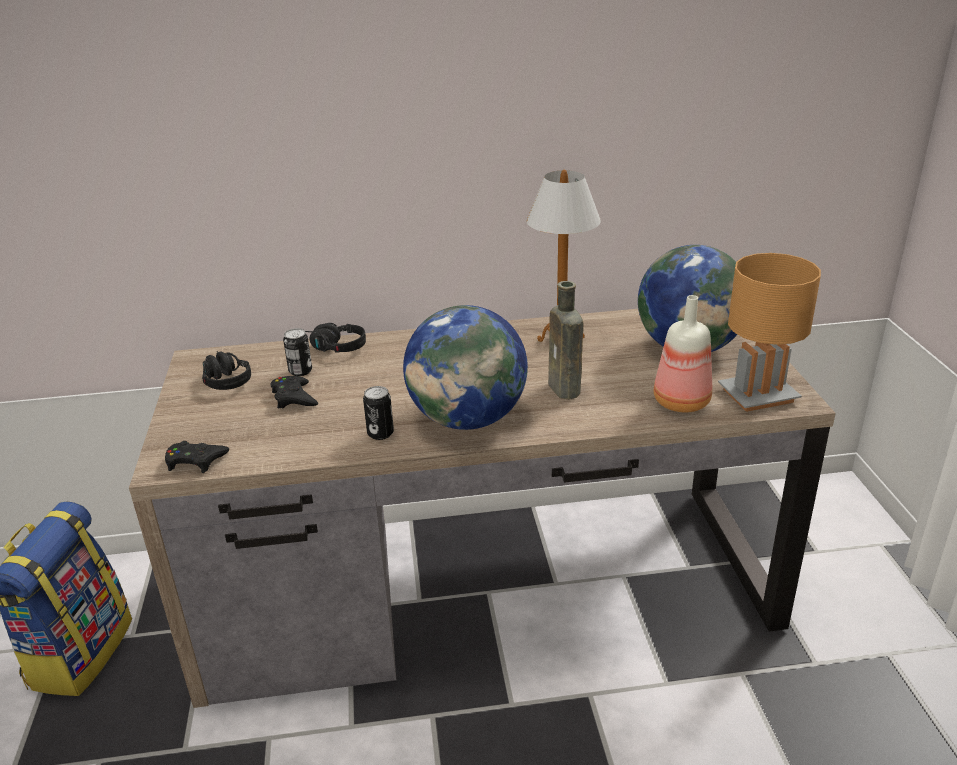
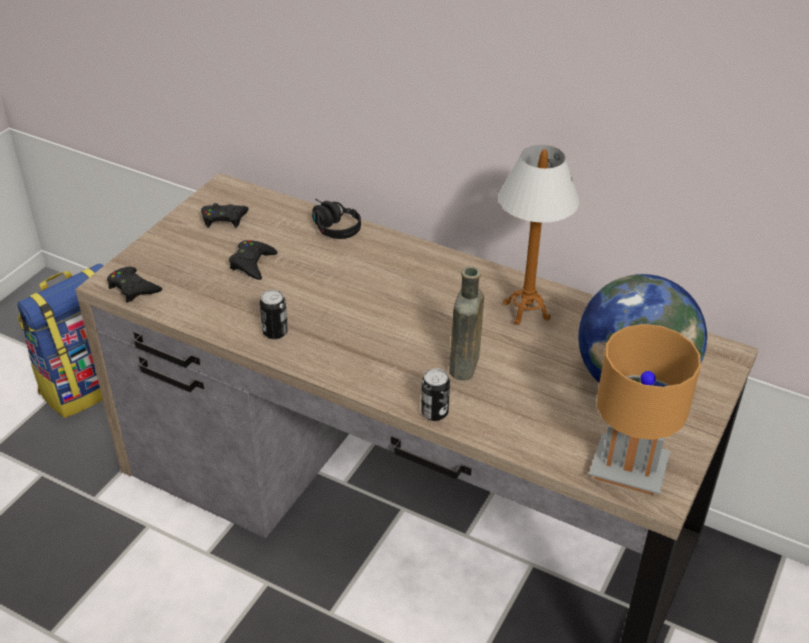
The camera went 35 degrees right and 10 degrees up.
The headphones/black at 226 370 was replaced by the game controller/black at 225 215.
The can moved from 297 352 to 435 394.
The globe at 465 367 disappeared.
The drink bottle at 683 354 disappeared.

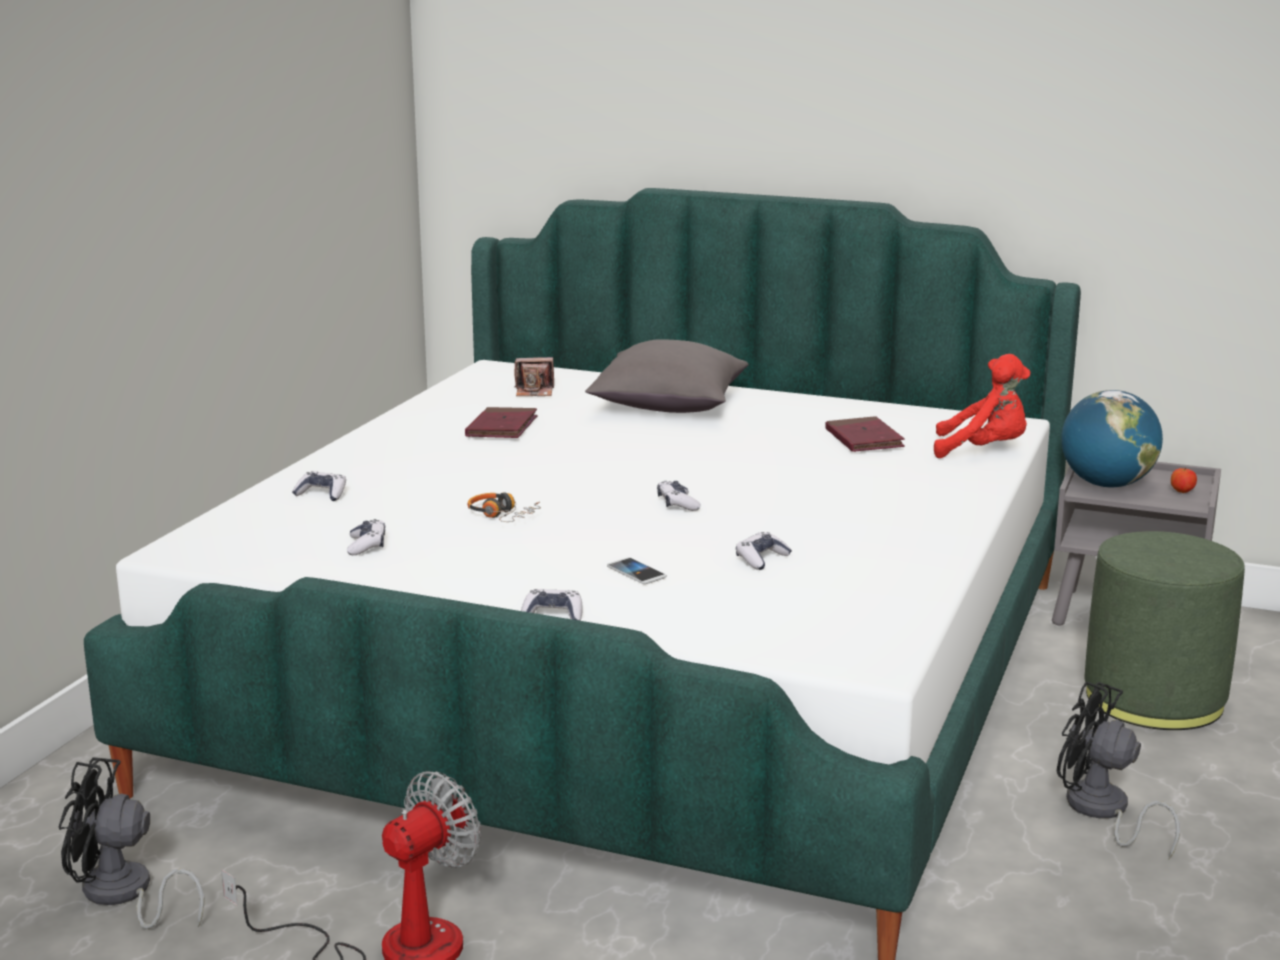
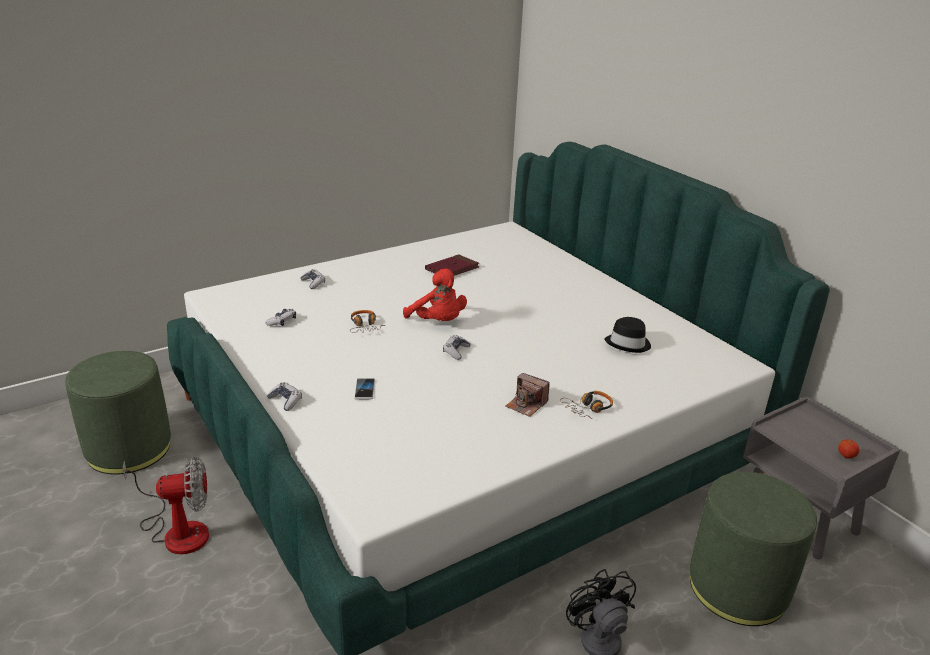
The camera went 35 degrees right and 10 degrees up.
The cooling fan/black at 132 843 was replaced by the pouffe/green at 118 413.
The photo camera moved from 534 376 to 527 395.
The throw pillow/greyish at 666 376 disappeared.
The game controller at 764 551 disappeared.
The book/red-coloured at 865 434 was replaced by the clothing hat/black at 627 335.
The soft toy/red-coloured moved from 982 406 to 435 295.
The globe at 1112 438 disappeared.
The headphones at 586 405 appeared.

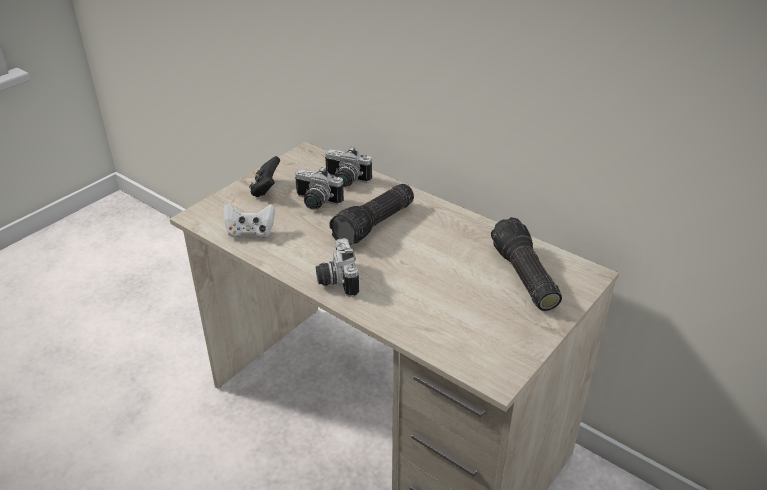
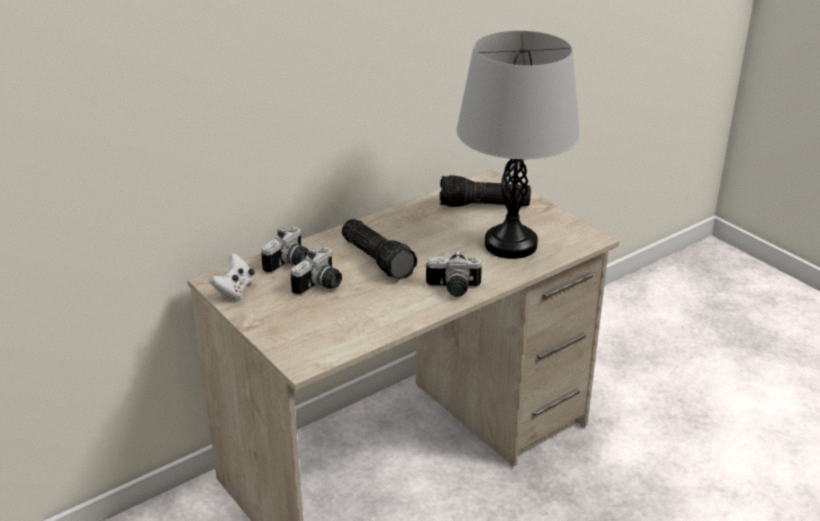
The camera went 75 degrees left and 5 degrees down.
The game controller/whitish moved from 249 220 to 232 276.
The game controller/black at 264 176 disappeared.
The tabletop lamp/greyish at 518 144 appeared.

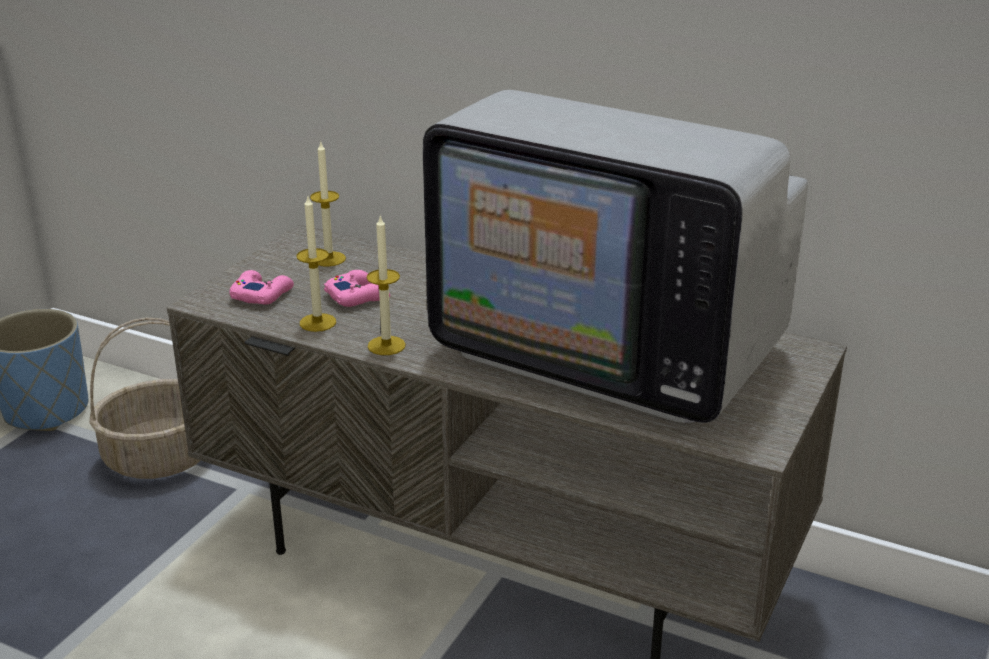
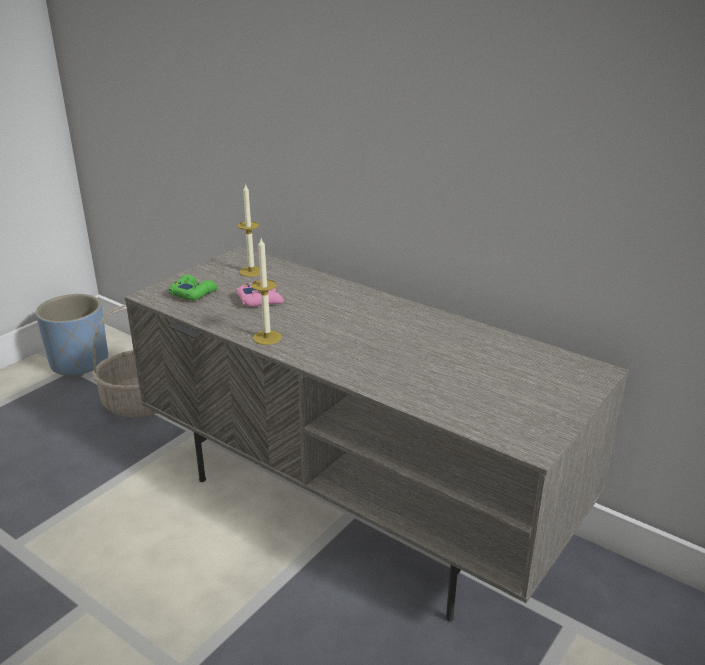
The camera went 10 degrees right and 0 degrees up.
The game controller/pink-coloured at 261 287 became the game controller/green at 193 287.
The wax light at 316 264 disappeared.
The TV set at 615 256 disappeared.

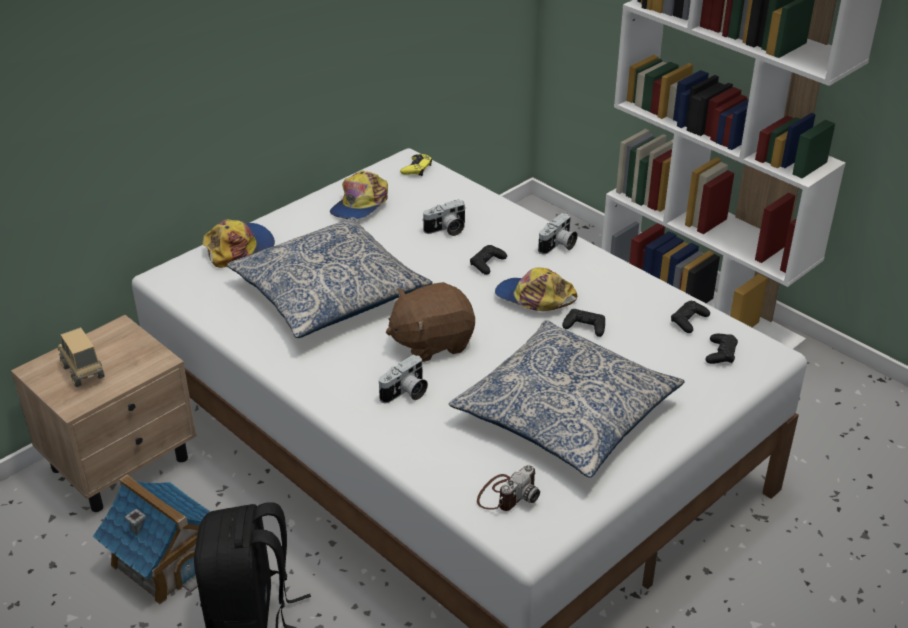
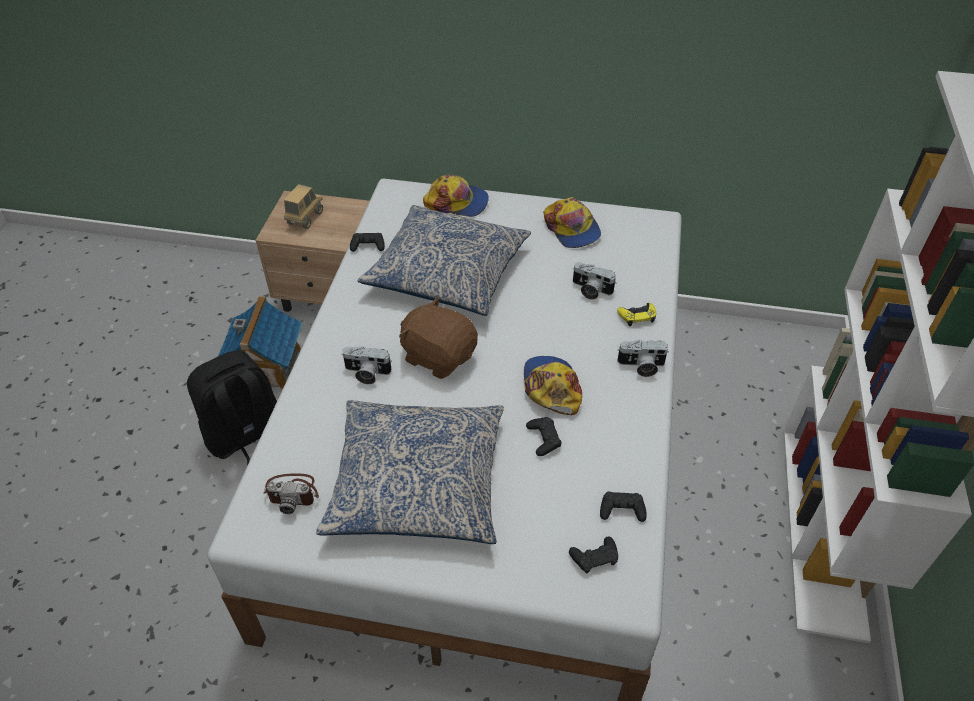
The camera went 55 degrees right and 10 degrees up.
The baseball cap at 359 195 turned 105 degrees counterclockwise.
The game controller/yellow-coloured moved from 416 165 to 636 314.
The game controller/black moved from 488 260 to 367 242.

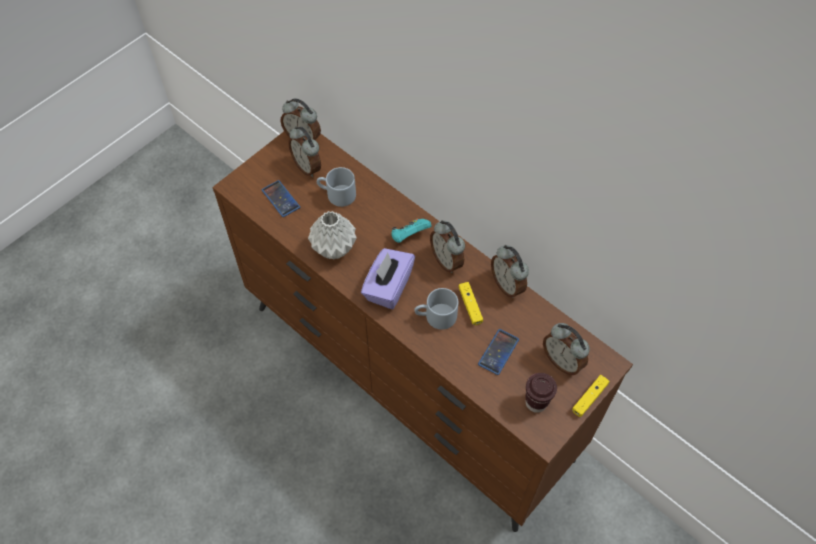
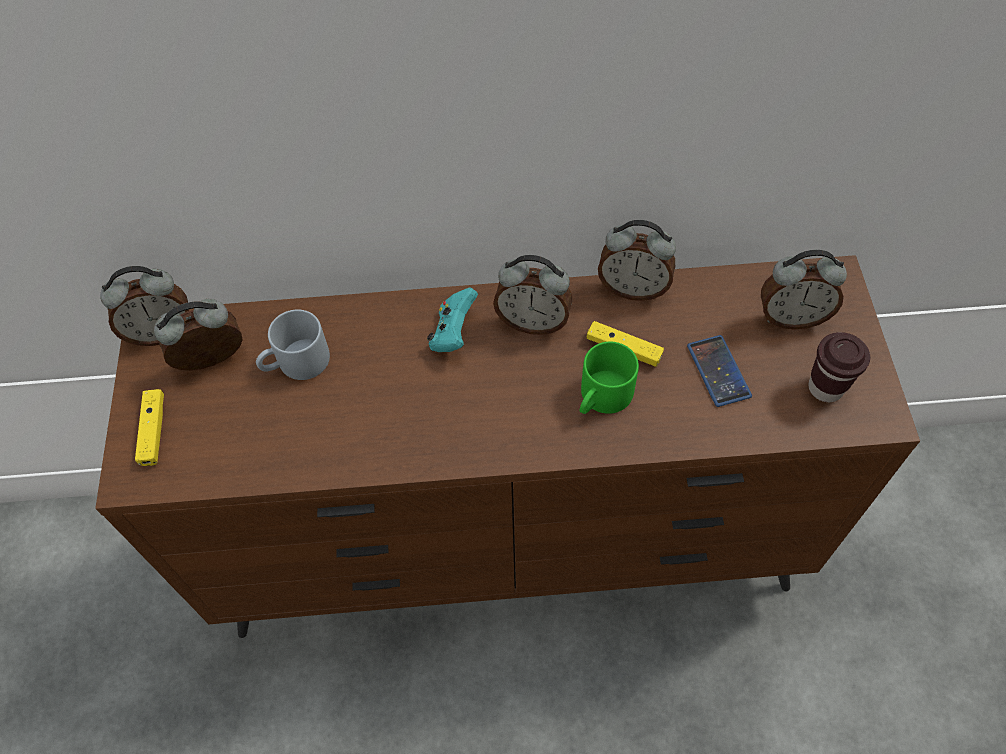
The camera went 45 degrees left and 0 degrees up.
The handset at 281 198 disappeared.
The table clock at 304 151 turned 150 degrees clockwise.
The flower vase/greyish at 332 235 disappeared.
The tissue box/purplish at 388 278 disappeared.
The tea mug/greyish at 436 309 became the tea mug/green at 609 378.
The game controller/yellow-coloured moved from 591 396 to 149 427.

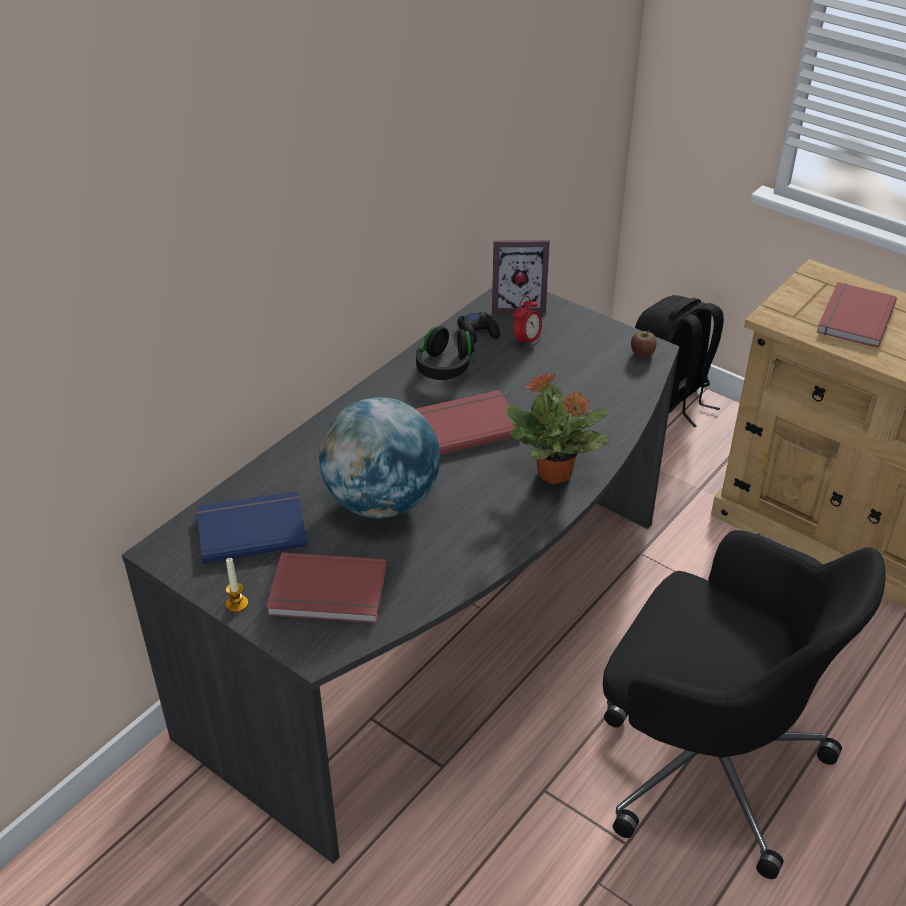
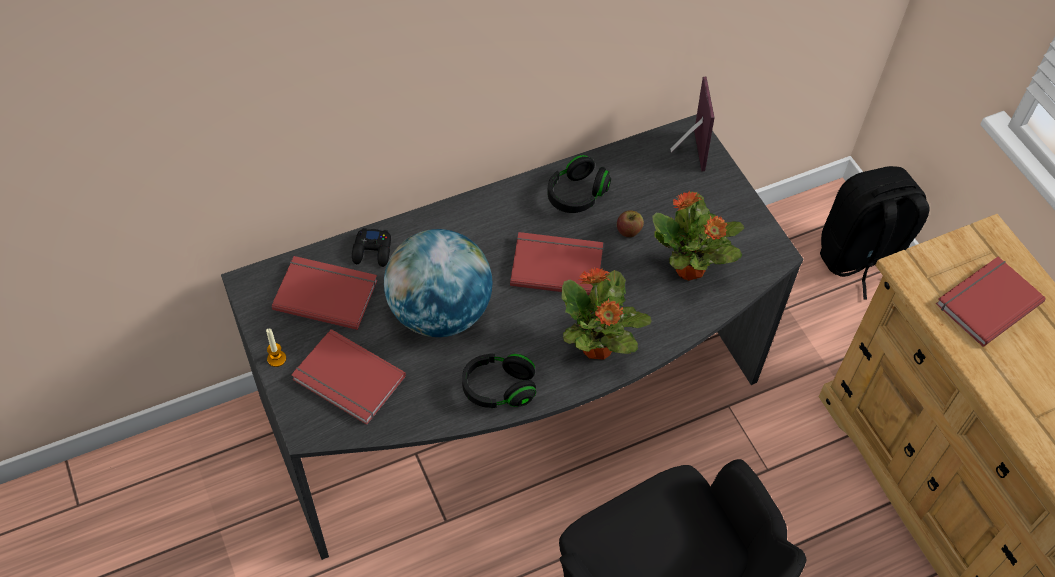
The camera went 25 degrees right and 15 degrees up.
The book/blue-coloured at 252 527 became the book/red-coloured at 325 293.
The game controller/black moved from 478 327 to 371 247.
The standing frame at 521 277 turned 120 degrees counterclockwise.
The table clock at 527 322 disappeared.
The apple moved from 644 344 to 630 223.
The headphones/black at 499 380 appeared.
The plant in a pot at 699 236 appeared.

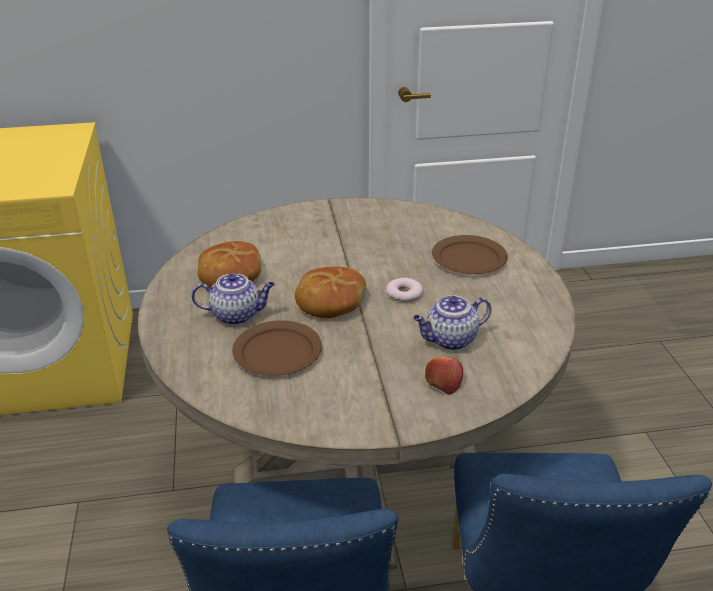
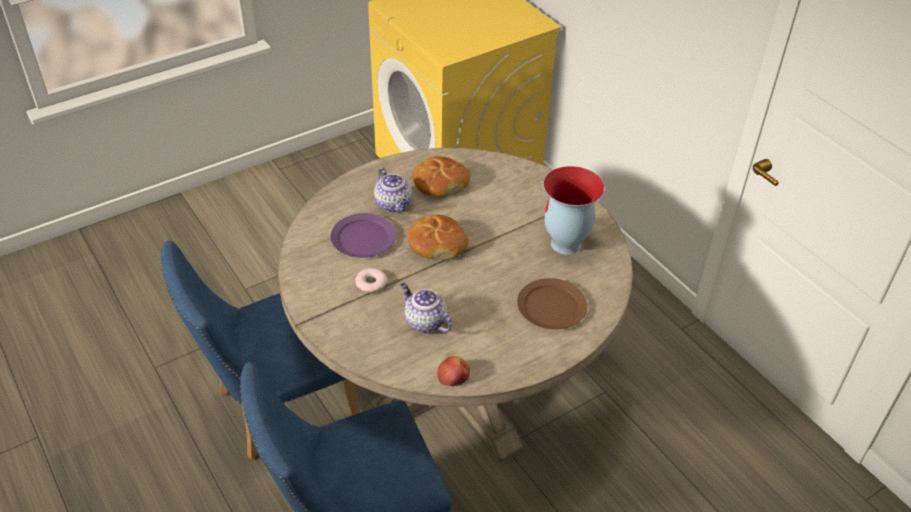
The camera went 65 degrees right and 10 degrees up.
The flat dish/brown-coloured at 277 348 became the flat dish/purplish at 363 235.
The doughnut moved from 404 290 to 371 280.
The apple moved from 444 375 to 453 371.
The flower vase at 574 210 appeared.

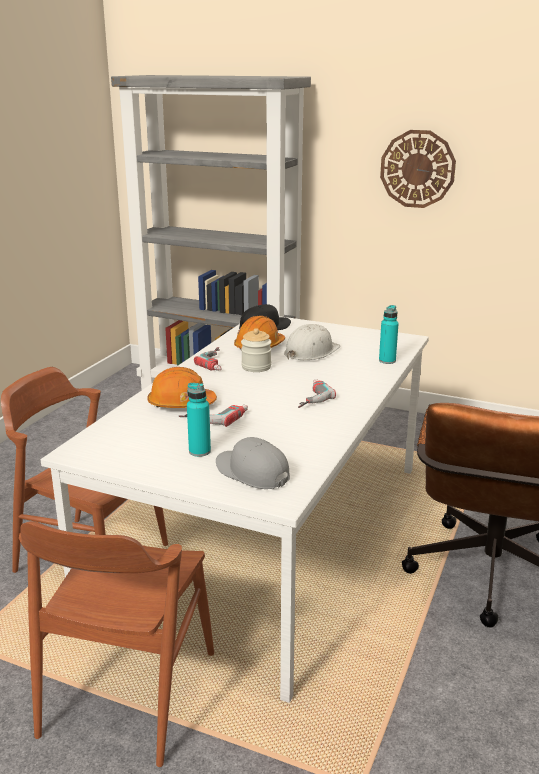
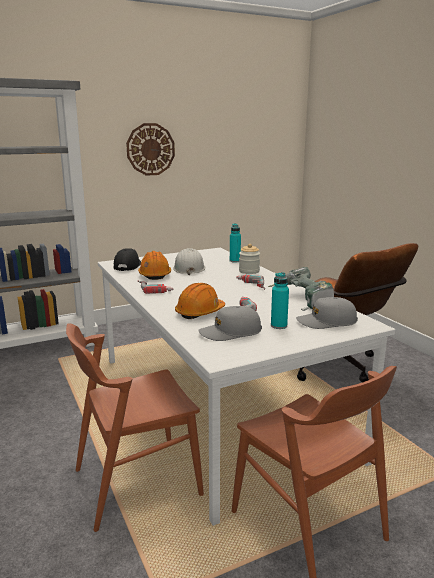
The camera went 50 degrees left and 5 degrees down.
The preserve jar moved from 256 350 to 249 259.
The baseball cap/greyish at 230 323 appeared.
The electric drill at 301 289 appeared.

